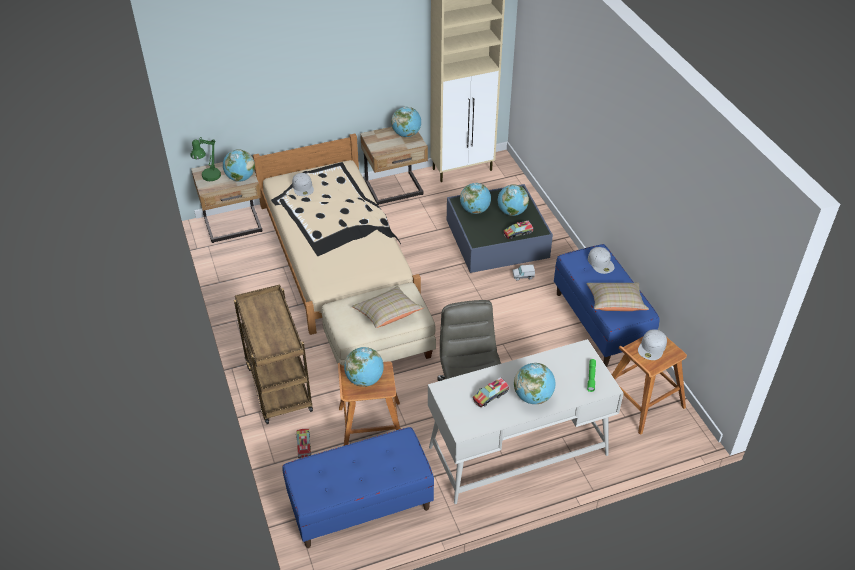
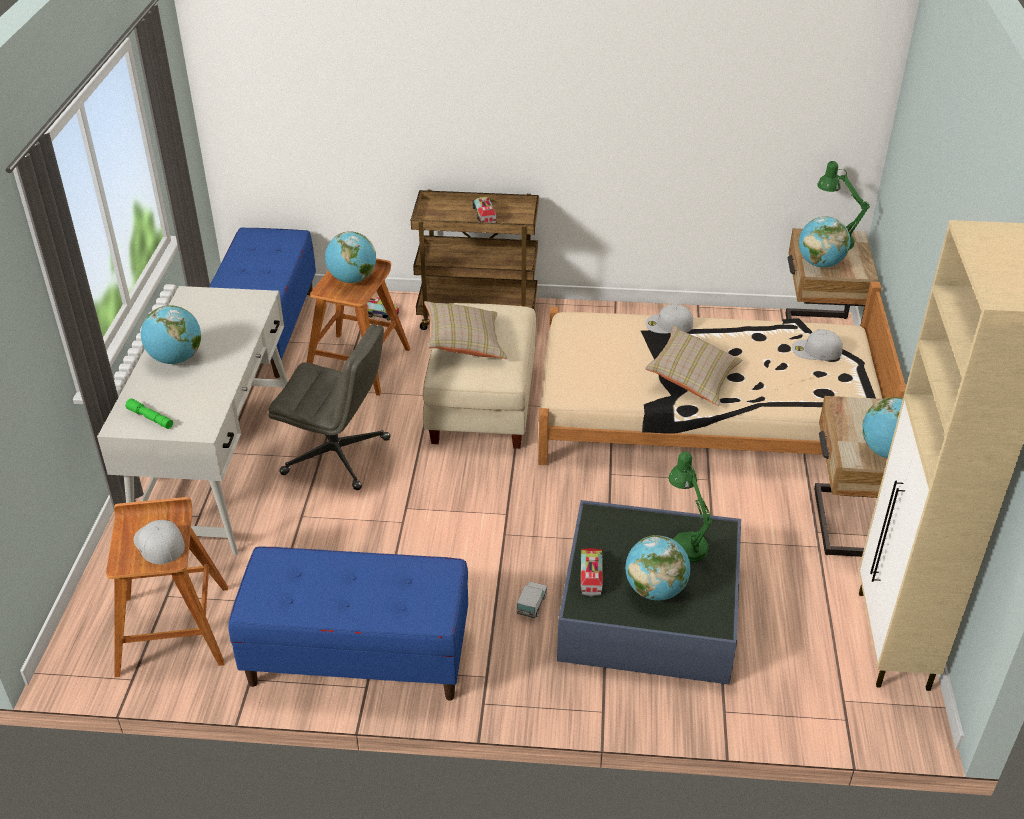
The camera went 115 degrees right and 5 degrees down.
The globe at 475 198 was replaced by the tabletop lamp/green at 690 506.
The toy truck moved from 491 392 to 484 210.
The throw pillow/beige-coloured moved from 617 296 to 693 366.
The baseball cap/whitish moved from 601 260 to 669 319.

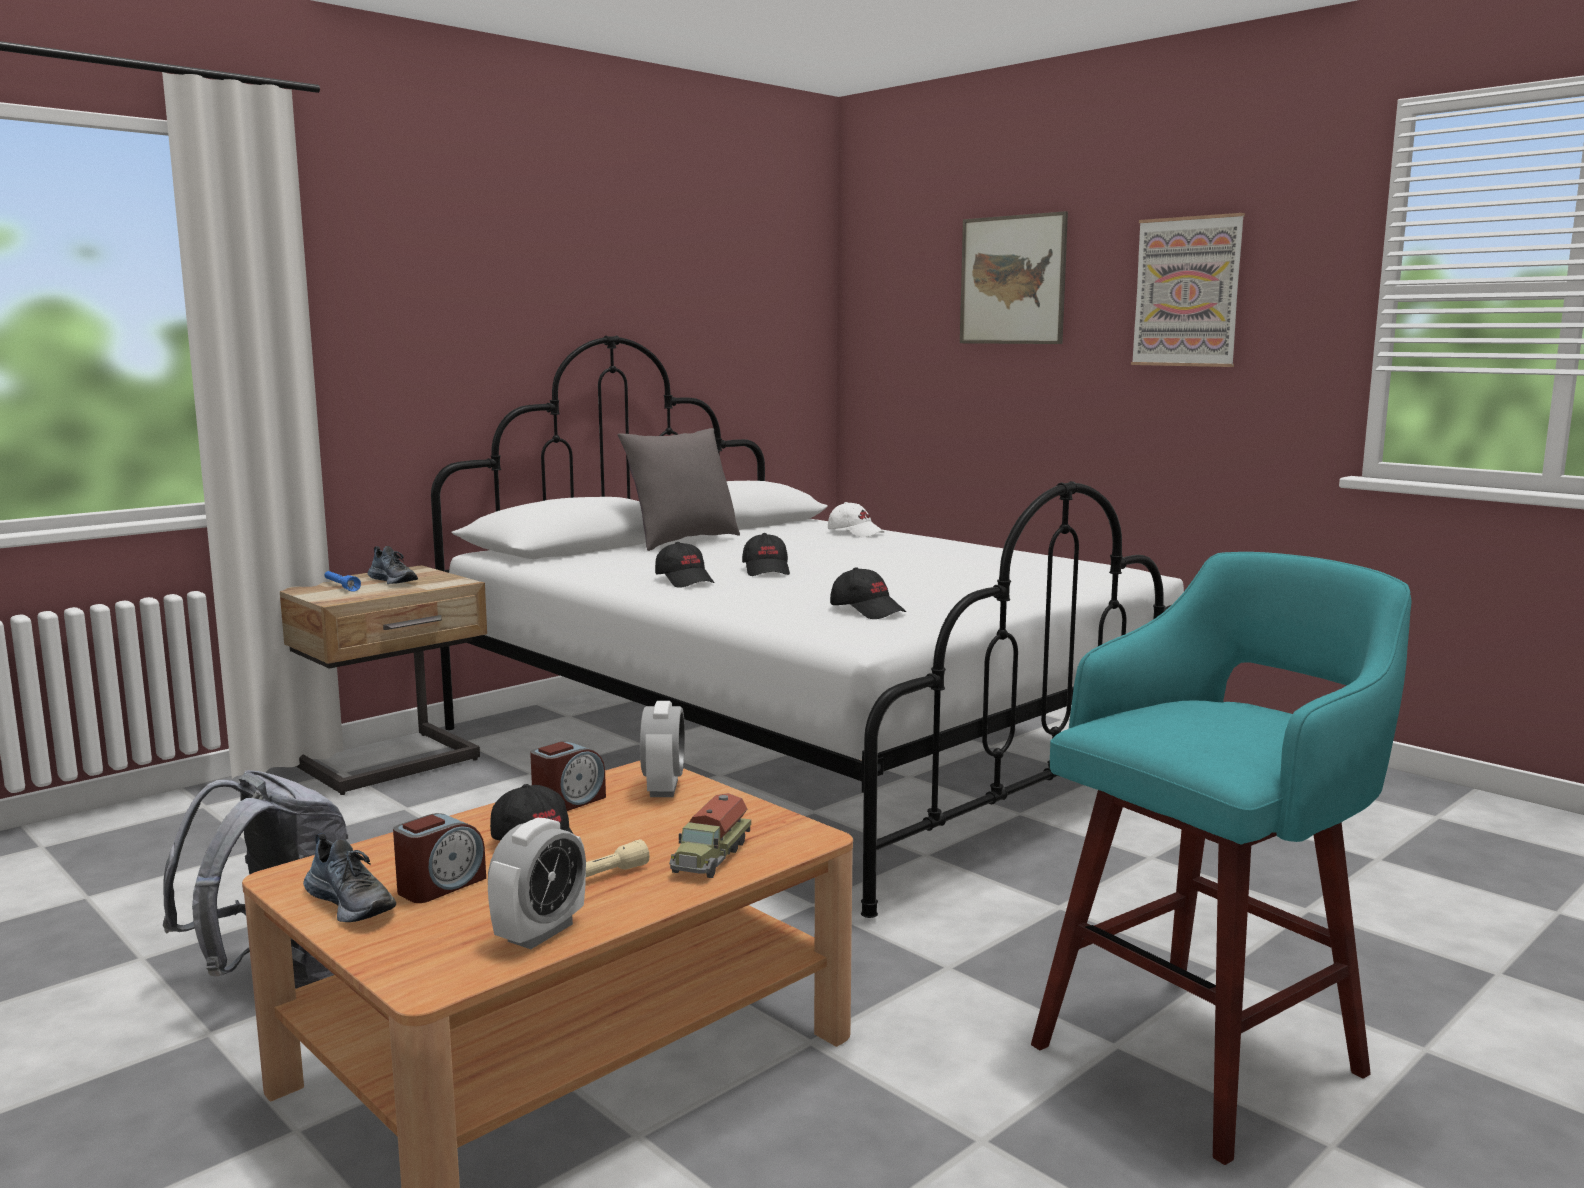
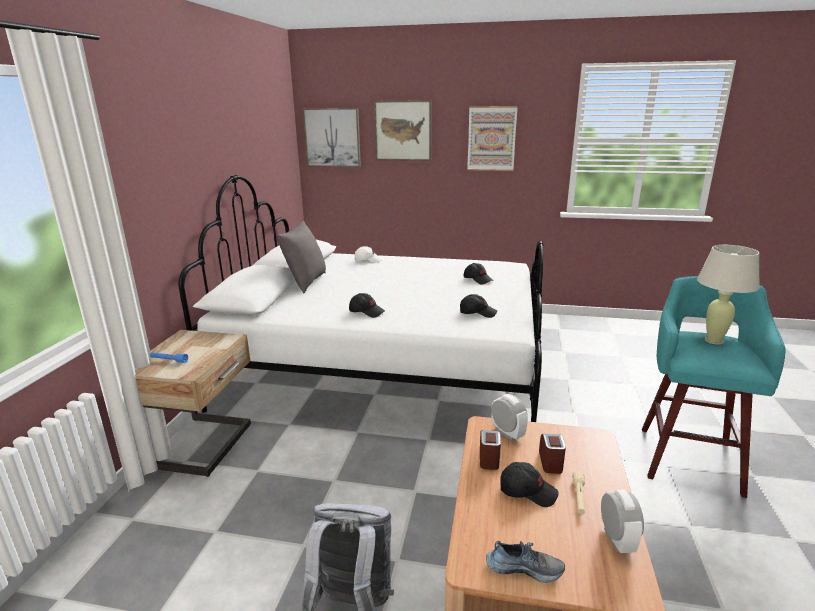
The camera went 35 degrees left and 10 degrees up.
The low shoe at 392 565 disappeared.
The table clock moved from 439 858 to 552 454.
The toy truck at 710 835 disappeared.
The baseball cap/black moved from 766 554 to 478 273.
The wall art at 332 137 appeared.
The tabletop lamp/beige-coloured at 728 295 appeared.

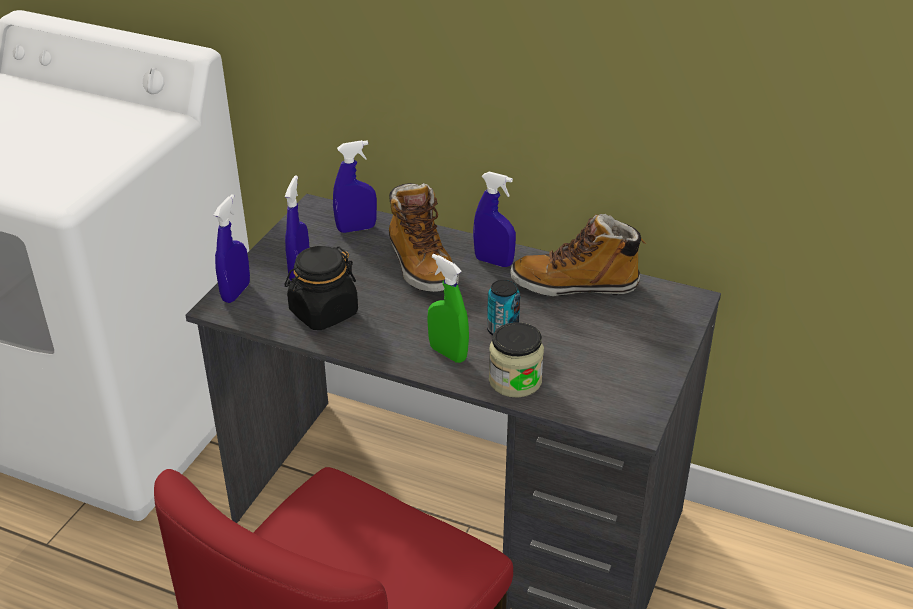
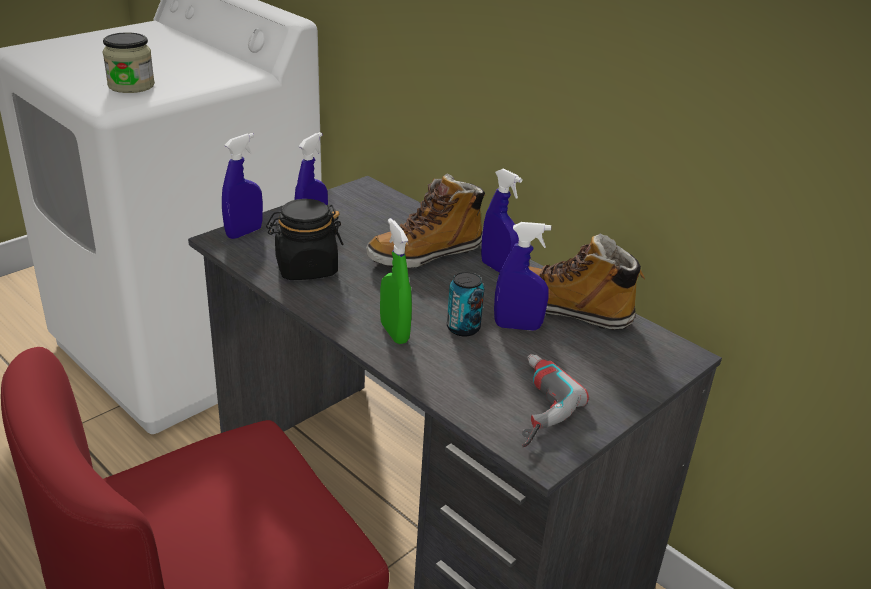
The camera went 20 degrees right and 5 degrees down.
The spray bottle/blue-coloured moved from 355 186 to 522 276.
The boot at 424 237 turned 60 degrees clockwise.
The preserve jar moved from 516 360 to 129 62.
The electric drill at 555 400 appeared.

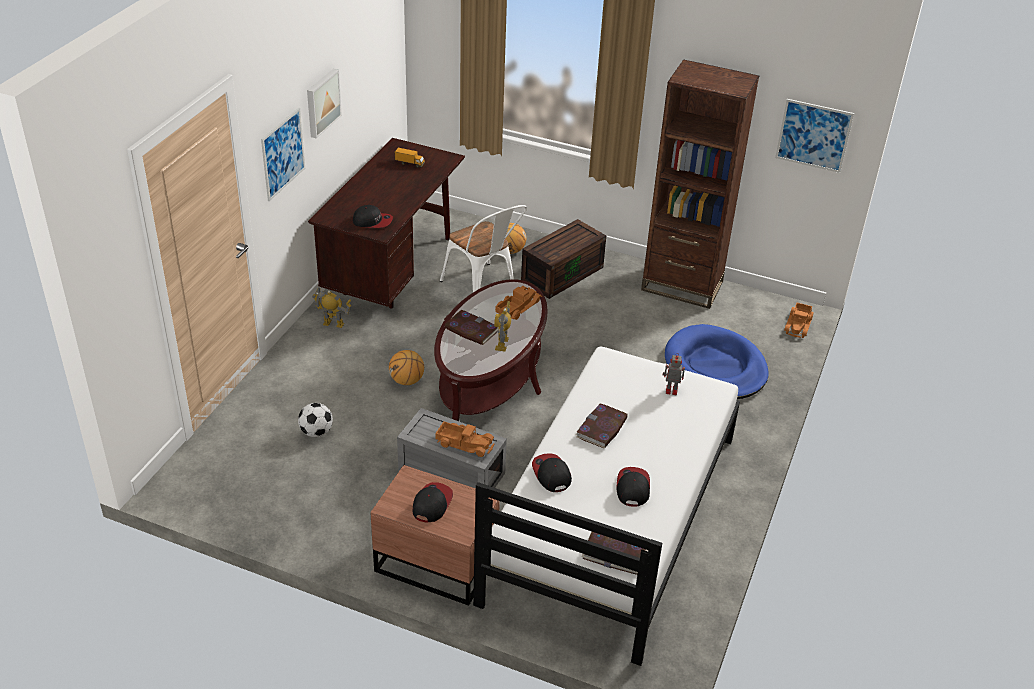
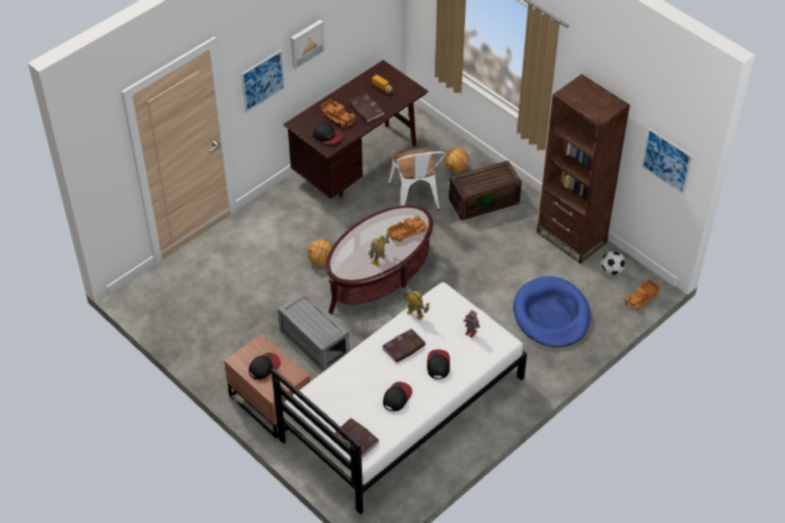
The camera went 25 degrees right and 10 degrees up.
The ball for football moved from 315 420 to 613 263.
The robot figure moved from 331 307 to 415 303.
The toy truck moved from 465 439 to 338 113.
The book moved from 471 327 to 366 108.
The baseball cap moved from 552 472 to 438 364.

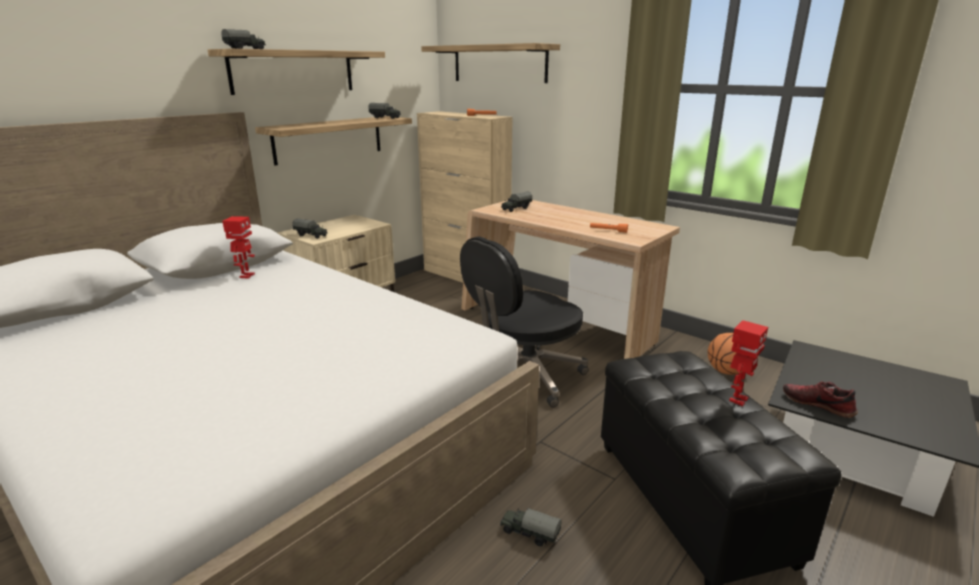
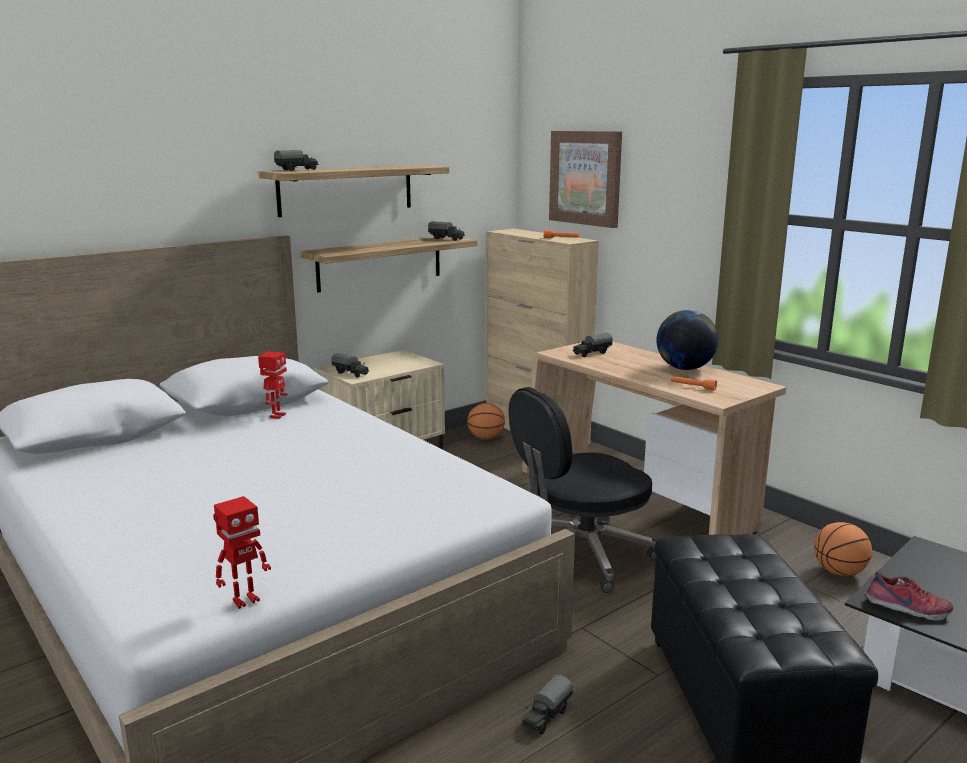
The camera went 10 degrees right and 5 degrees down.
The bracket shelf at 490 63 was replaced by the wall art at 585 179.
The toy truck at 530 527 turned 90 degrees counterclockwise.
The robot figure moved from 748 363 to 242 552.
The low shoe at 820 400 turned 150 degrees clockwise.
The basketball at 486 421 appeared.
The globe at 687 340 appeared.

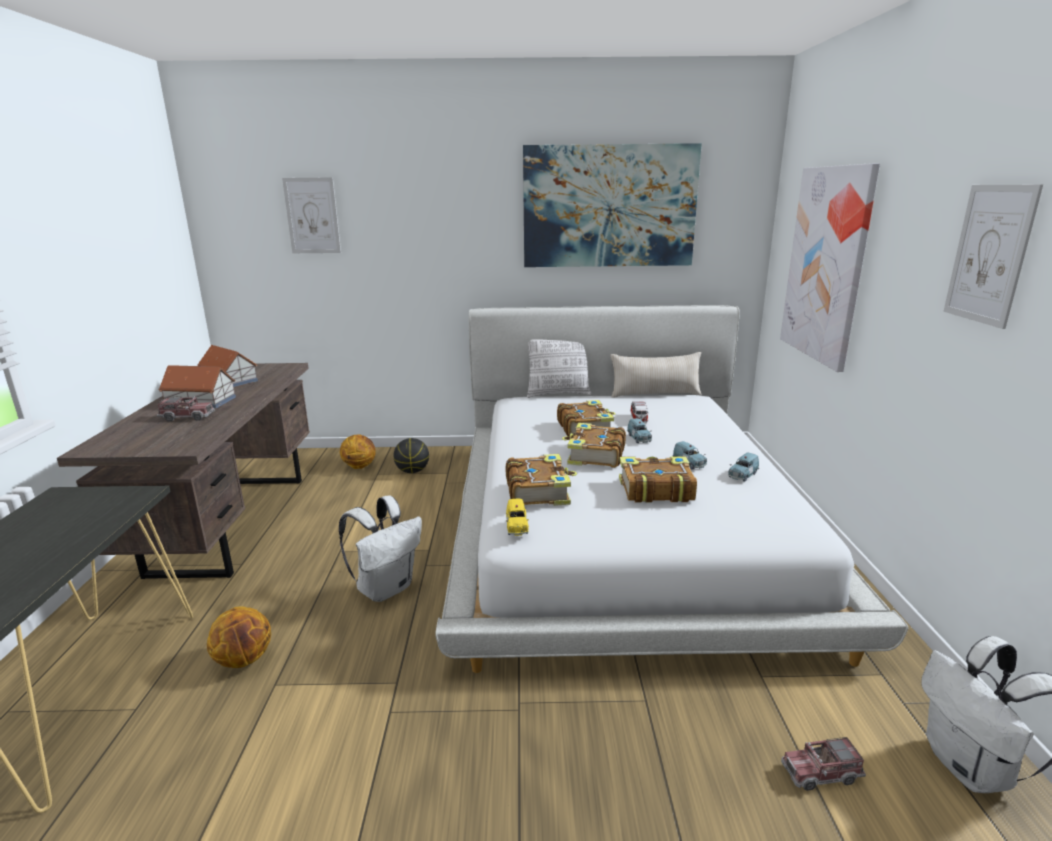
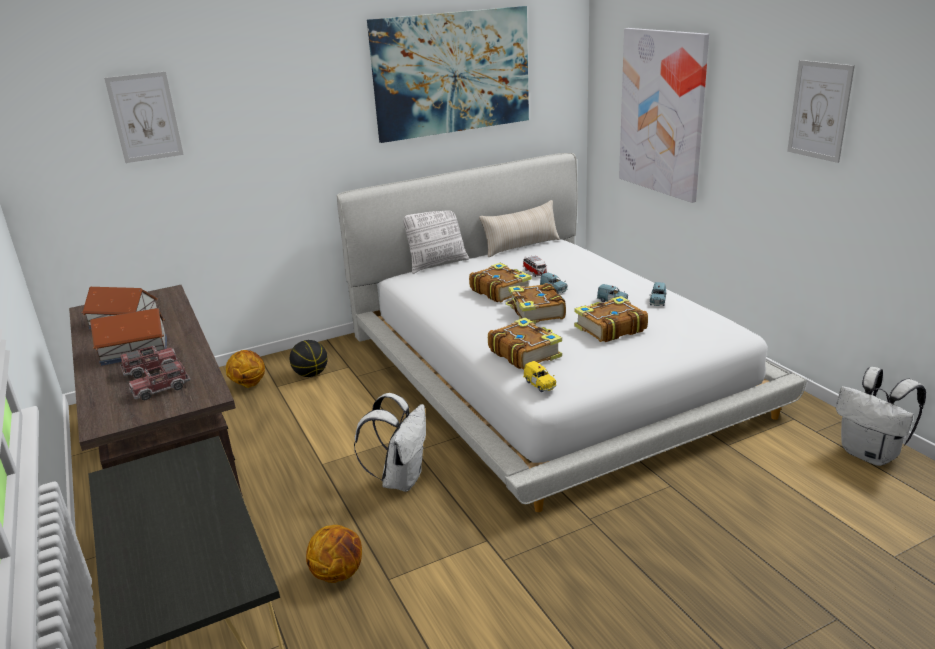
The camera went 25 degrees left and 5 degrees up.
The toy truck moved from 823 764 to 160 380.

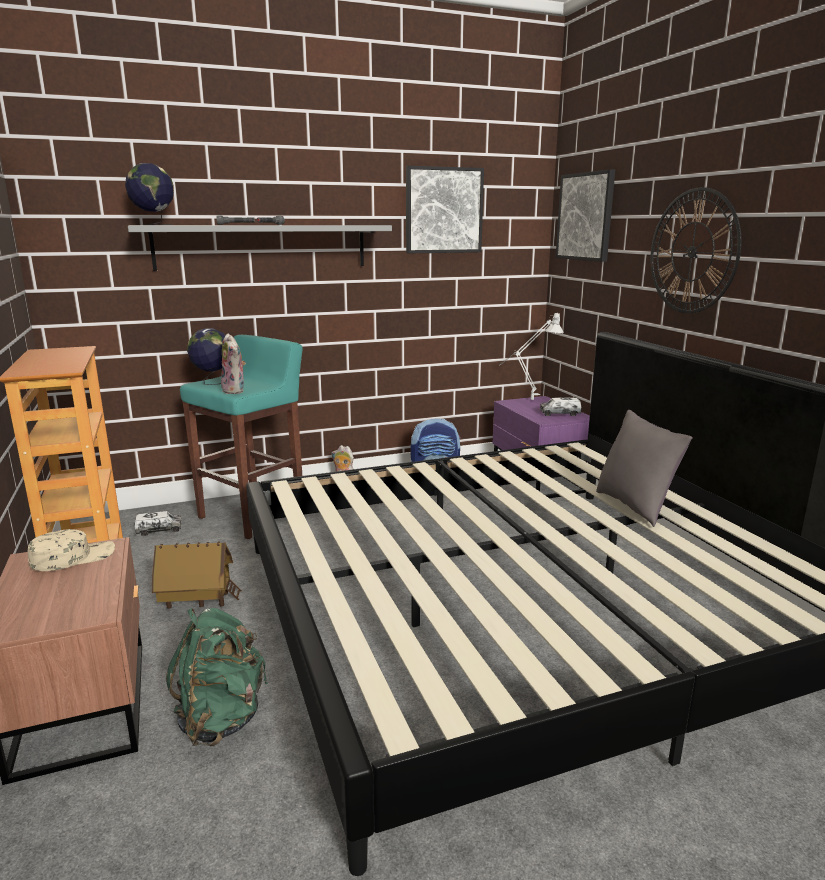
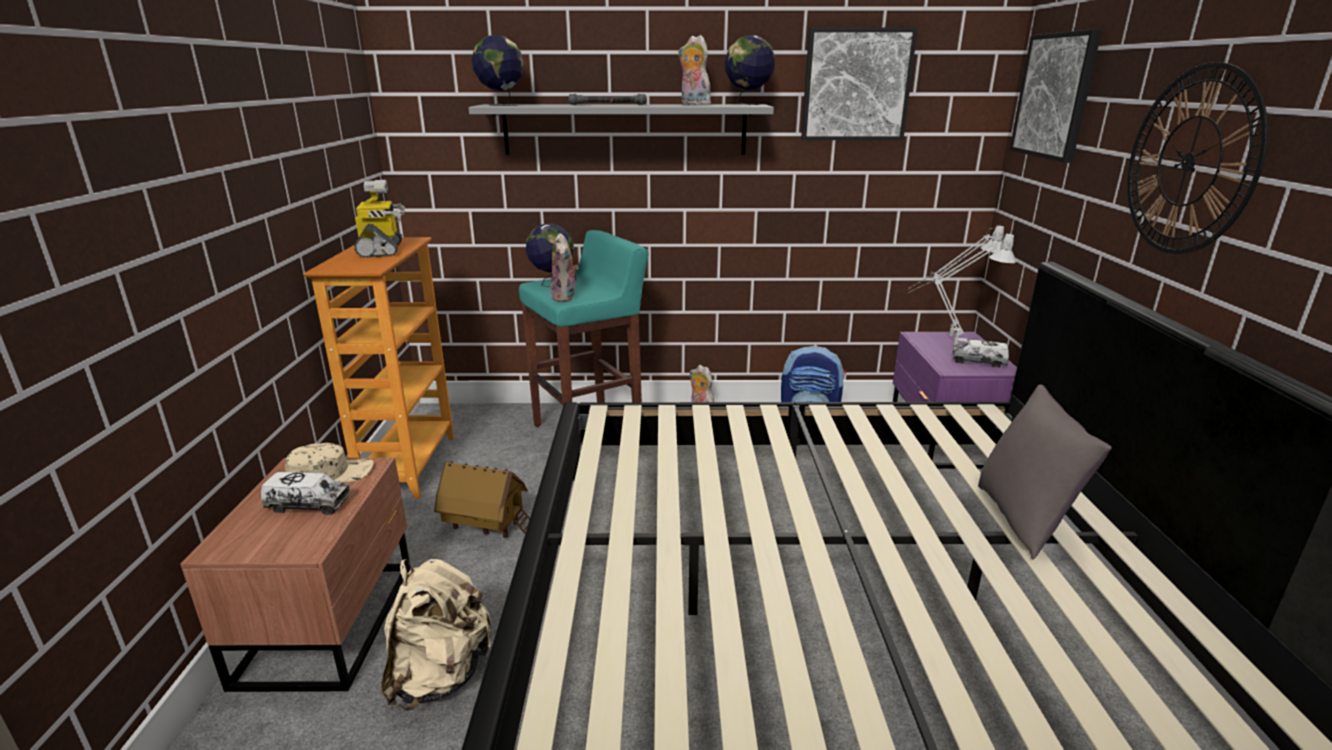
The camera went 20 degrees right and 5 degrees up.
The toy truck moved from 158 523 to 305 493.
The rucksack/green at 217 677 became the rucksack/beige-coloured at 437 635.
The robot figure at 379 219 appeared.
The soft toy at 696 70 appeared.
The globe at 750 70 appeared.
The tabletop lamp/greyish at 963 289 appeared.

